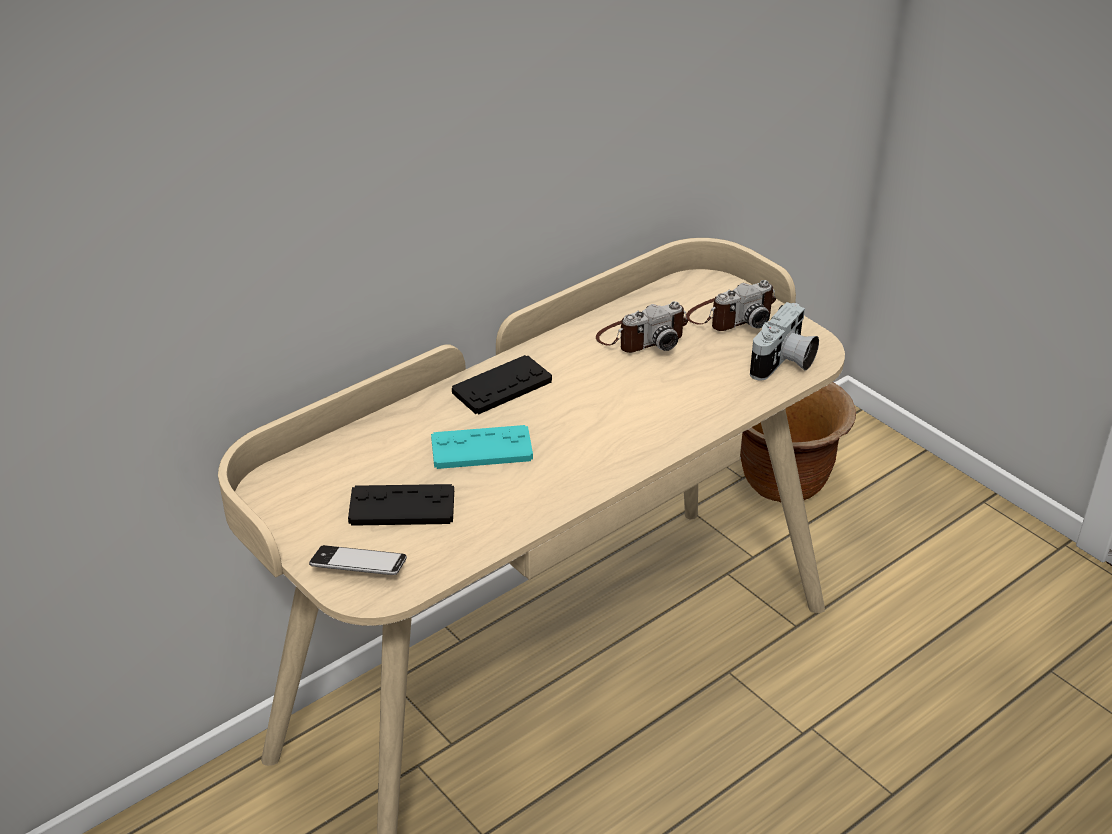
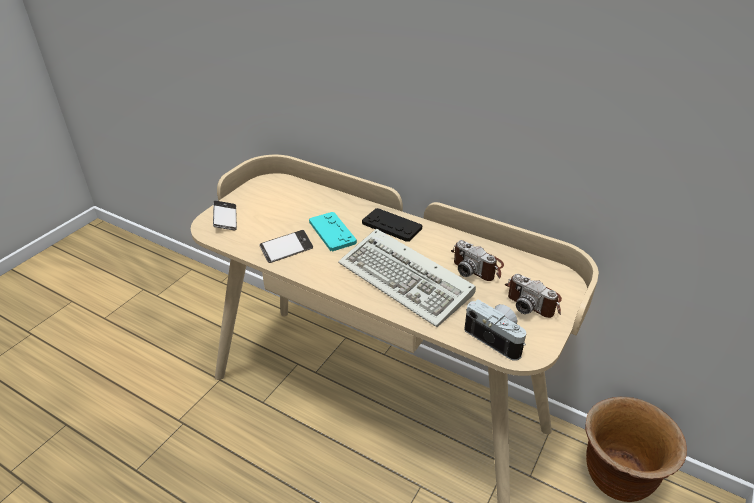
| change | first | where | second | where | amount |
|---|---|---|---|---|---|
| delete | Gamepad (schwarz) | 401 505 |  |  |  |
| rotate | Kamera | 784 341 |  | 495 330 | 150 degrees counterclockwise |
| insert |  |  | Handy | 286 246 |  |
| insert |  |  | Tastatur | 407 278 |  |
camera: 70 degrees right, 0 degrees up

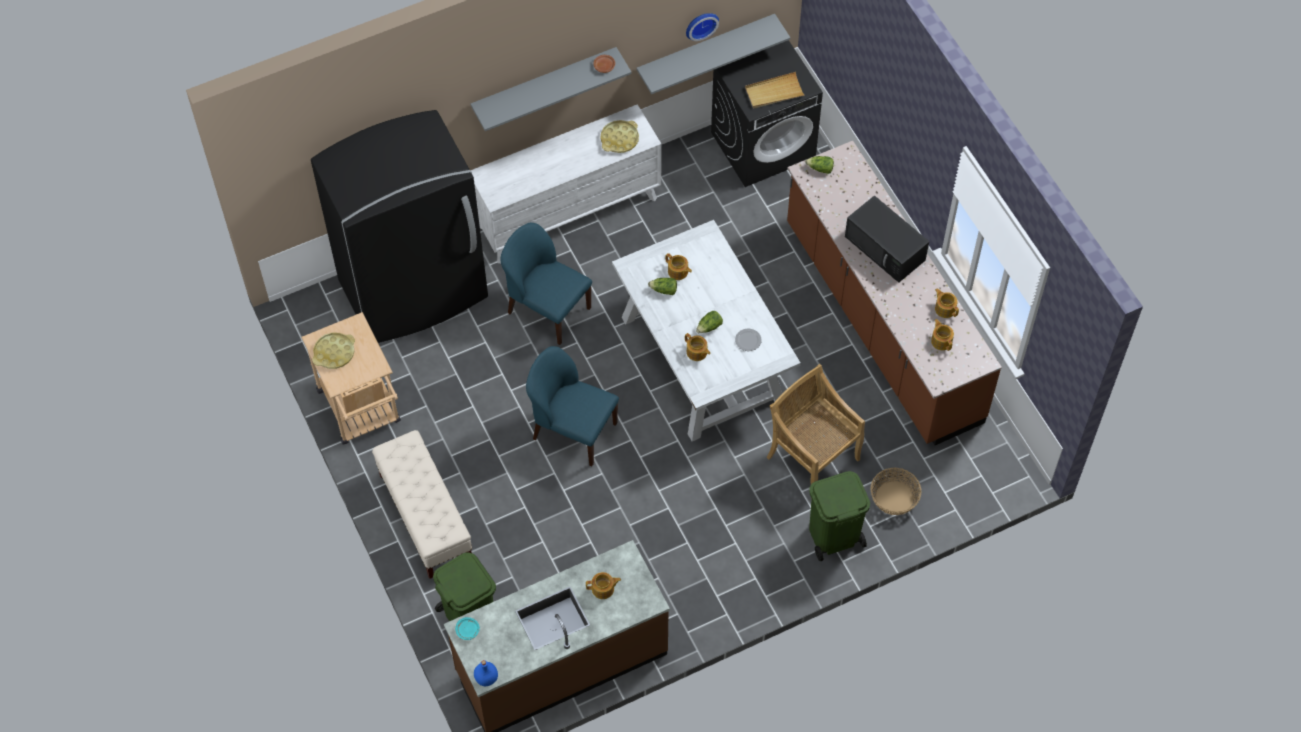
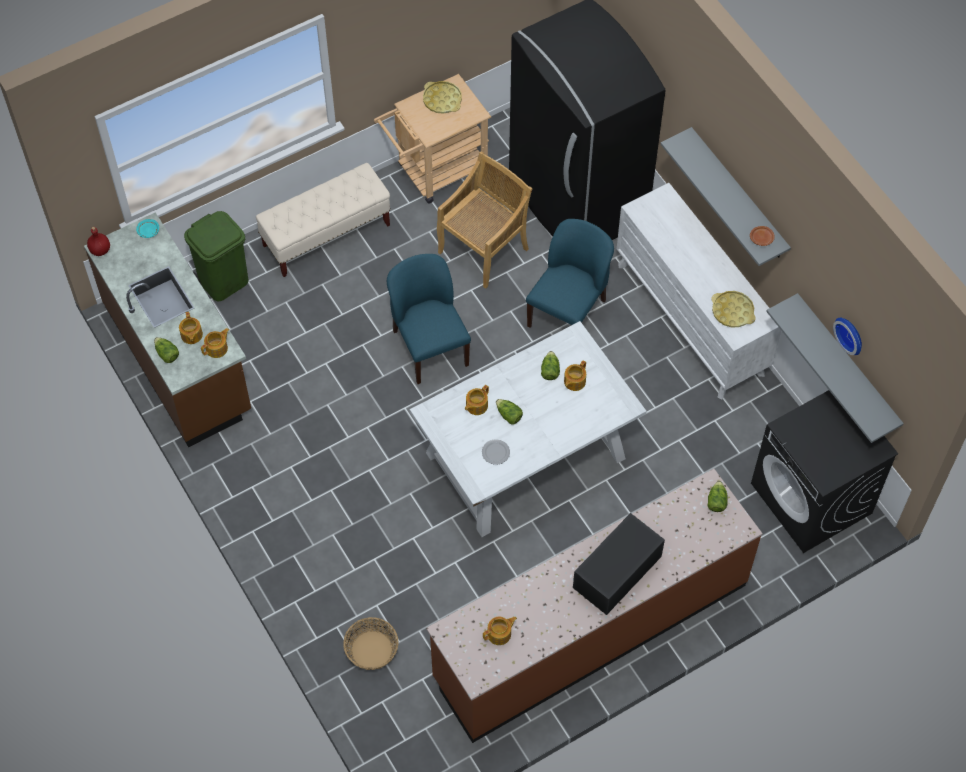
| change | first | where | second | where | amount |
|---|---|---|---|---|---|
| recolor | Flasche (blau) | 486 673 | Flasche (rot) | 98 241 |  |
| rotate | Stuhl (blau) | 572 406 |  | 429 319 | 45 degrees counterclockwise |
| delete | Tablett (beige) | 775 90 |  |  |  |
| move | Stuhl (beige) | 815 424 |  | 485 220 |  |
| delete | Mülleimer (grün) | 839 516 |  |  |  |
| move | Teekanne | 947 303 |  | 215 343 |  |
| insert |  |  | Salatkopf | 166 350 |  |
camera: 85 degrees right, 0 degrees up

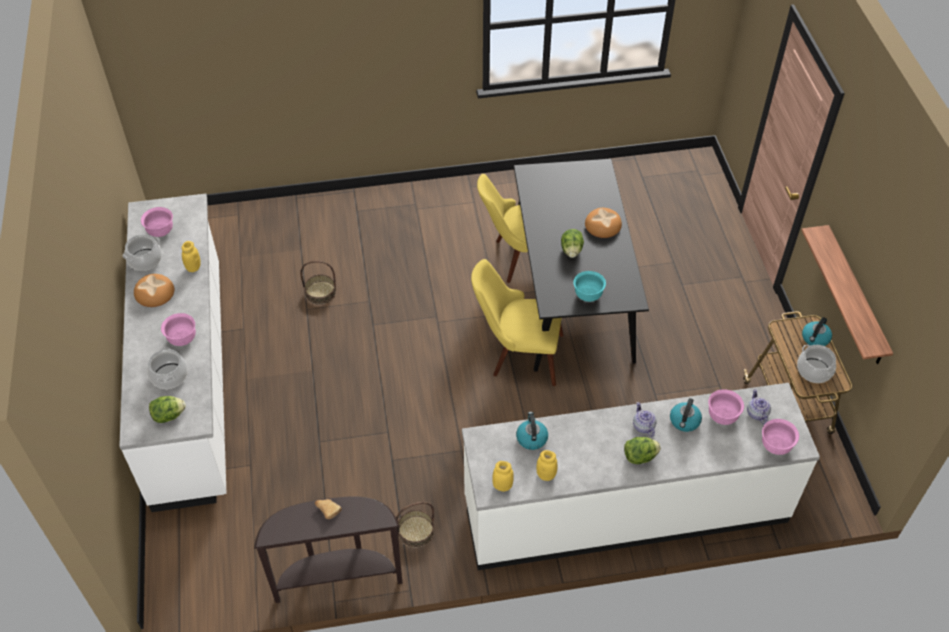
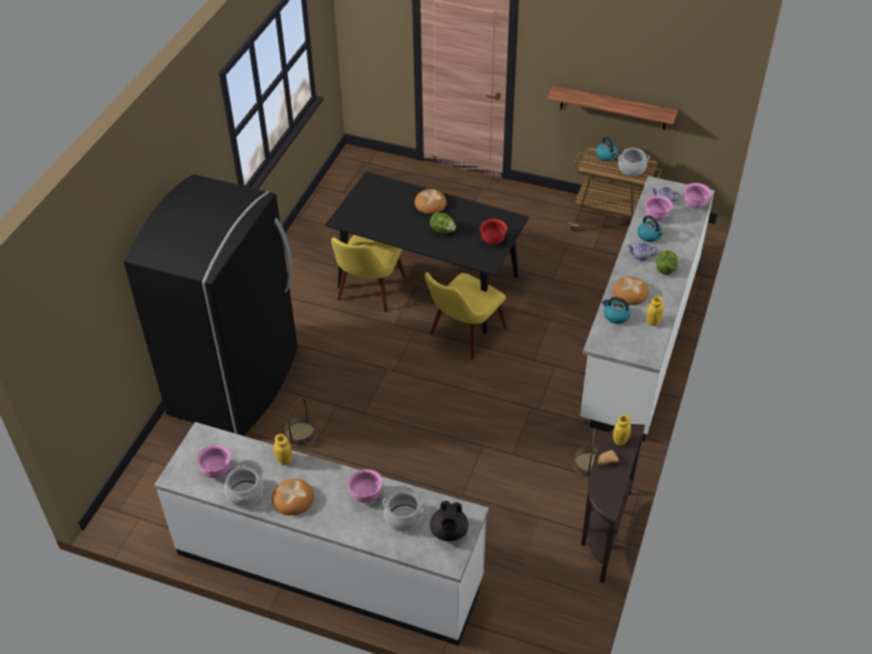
| change | first | where | second | where | amount |
|---|---|---|---|---|---|
| replace | Salatkopf | 167 409 | Teekanne (schwarz) | 449 521 |  |
| move | Vorratsglas (gelb) | 503 476 |  | 622 430 |  |
| recolor | Schüssel (türkis) | 589 286 | Schüssel (rot) | 493 232 |  |
| insert |  |  | Kühlschrank (schwarz) | 211 305 |  |
| insert |  |  | Brot | 630 290 |  |
camera: 60 degrees left, 5 degrees down

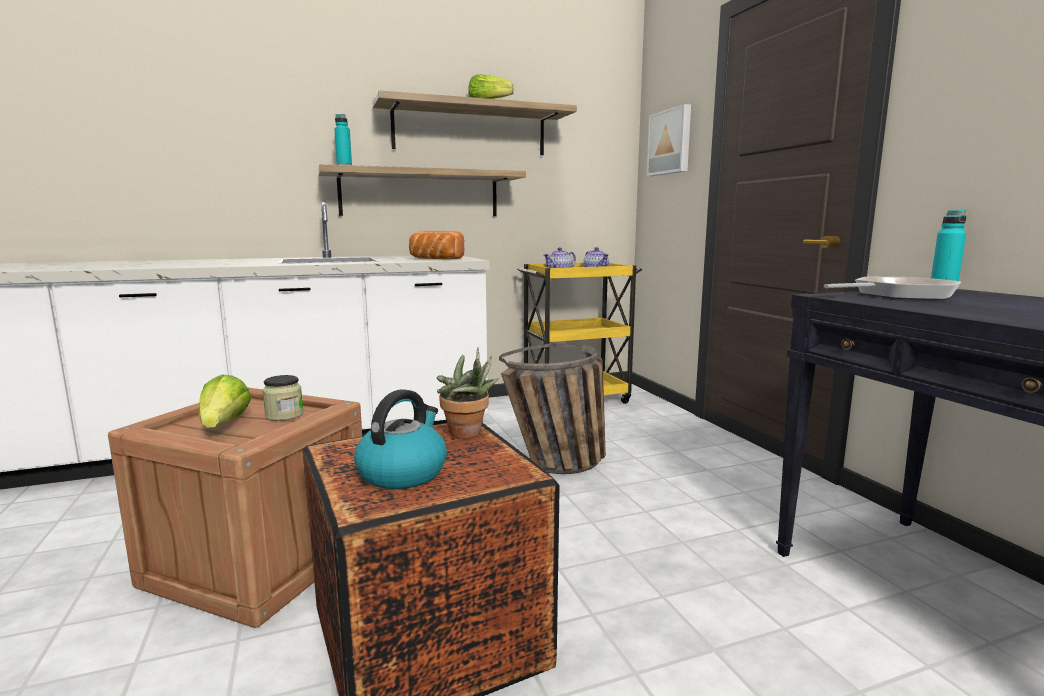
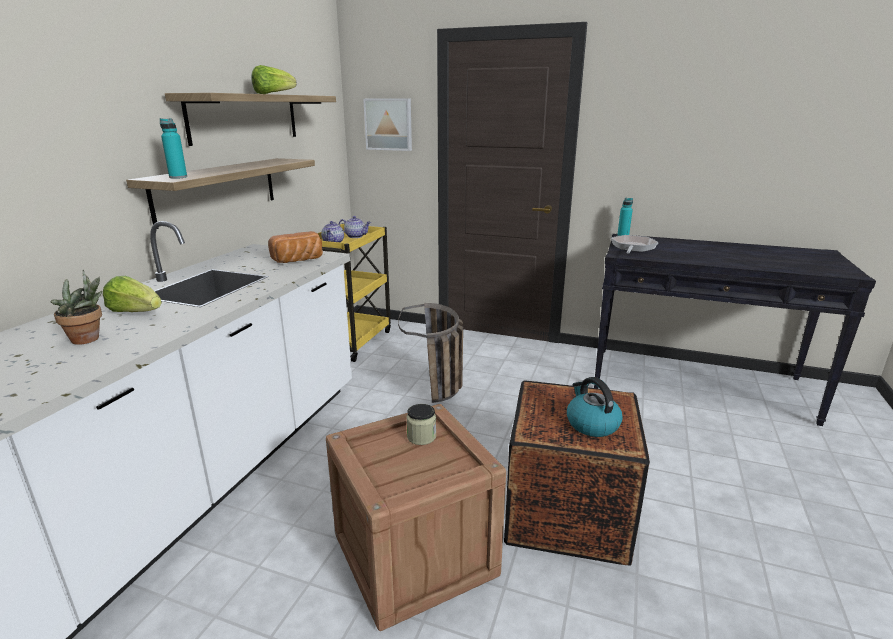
| change | first | where | second | where | amount |
|---|---|---|---|---|---|
| move | Salatkopf | 225 401 |  | 132 294 |  |
| move | Topfpflanze | 468 392 |  | 76 307 |  |
camera: 50 degrees left, 10 degrees up

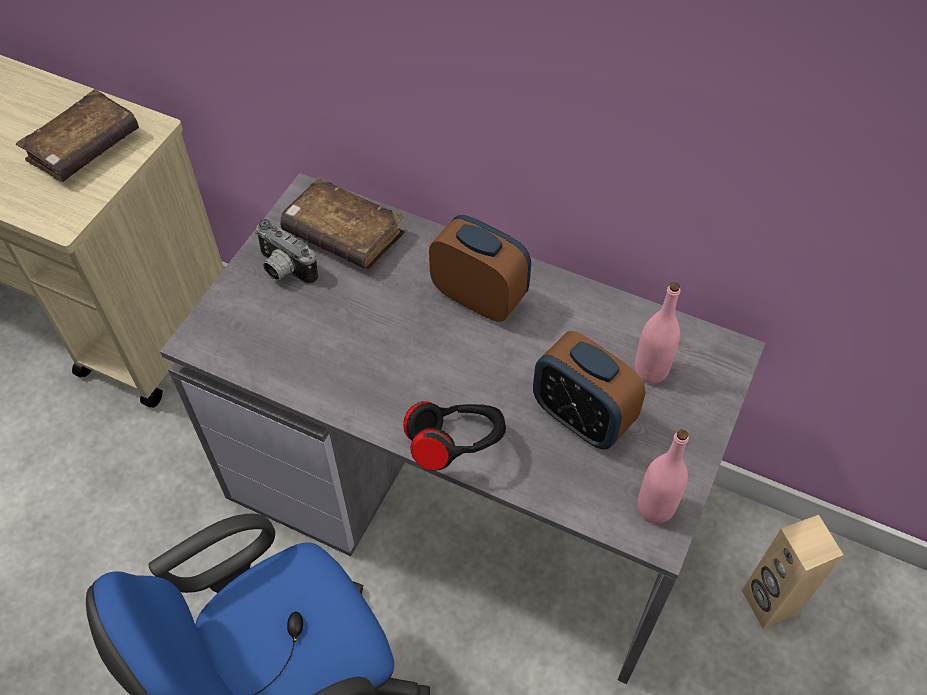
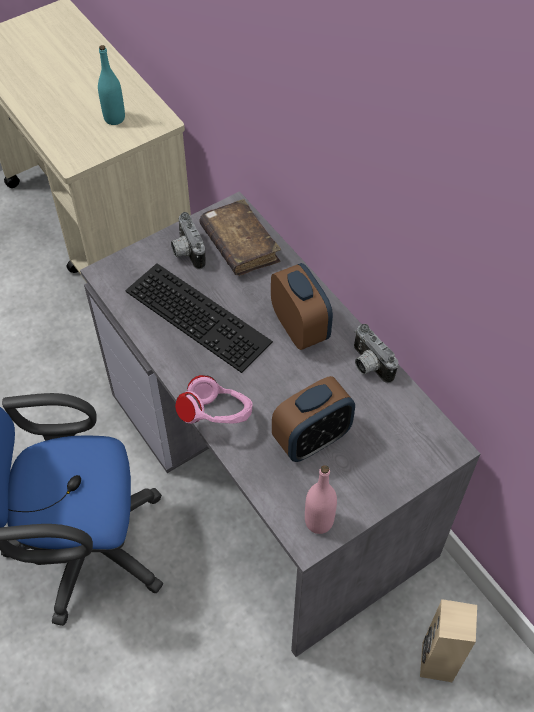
| change | first | where | second | where | amount |
|---|---|---|---|---|---|
| replace | Buch (braun) | 77 135 | Flasche (türkis) | 111 85 |  |
| recolor | Kopfhörer (schwarz) | 454 436 | Kopfhörer (rosa) | 214 399 |  |
| rotate | Wecker | 589 390 |  | 313 419 | 105 degrees counterclockwise |
| delete | Flasche (rosa) | 657 333 |  |  |  |
| insert |  |  | Tastatur | 199 318 |  |
| insert |  |  | Kamera | 376 353 |  |
camera: 30 degrees right, 0 degrees up

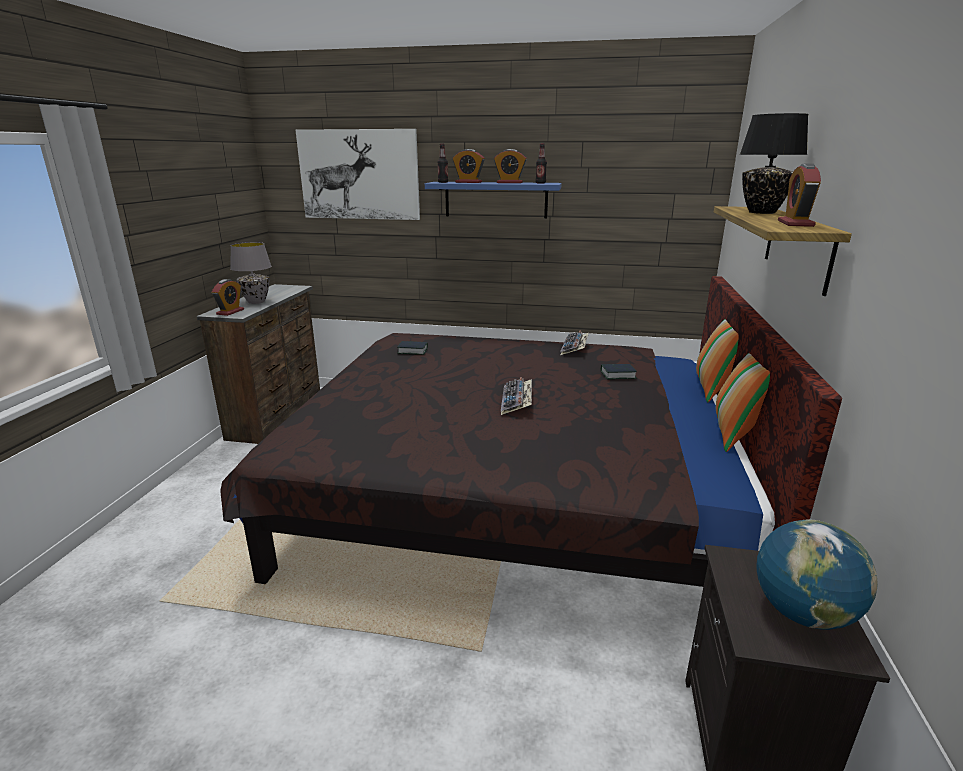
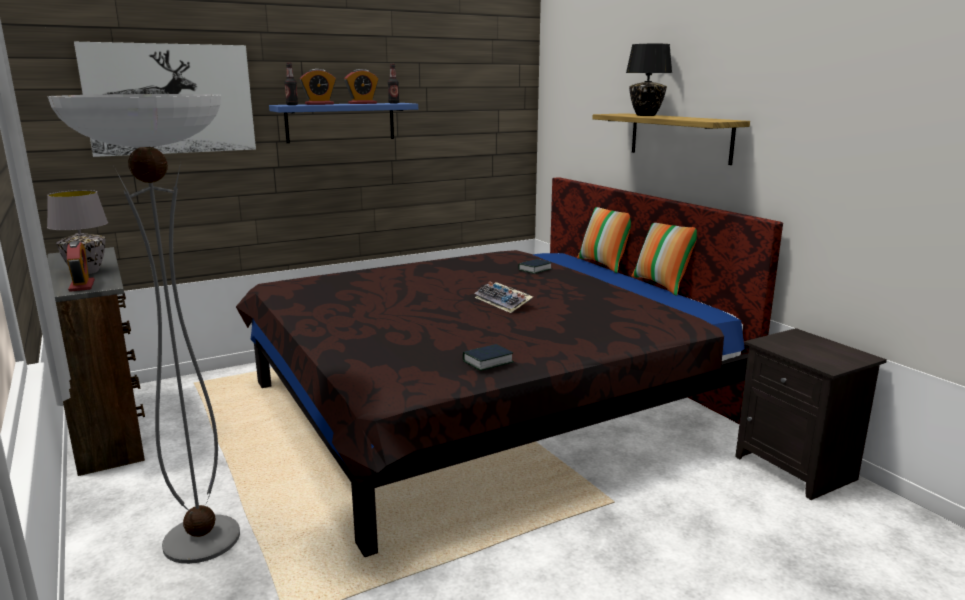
| change | first | where | second | where | amount |
|---|---|---|---|---|---|
| move | Buch | 412 348 |  | 488 357 |  |
| delete | Tastatur | 574 342 |  |  |  |
| delete | Globus | 817 574 |  |  |  |
| delete | Wecker | 799 195 |  |  |  |
| insert |  |  | Stehlampe | 144 329 |  |
camera: 40 degrees left, 5 degrees down

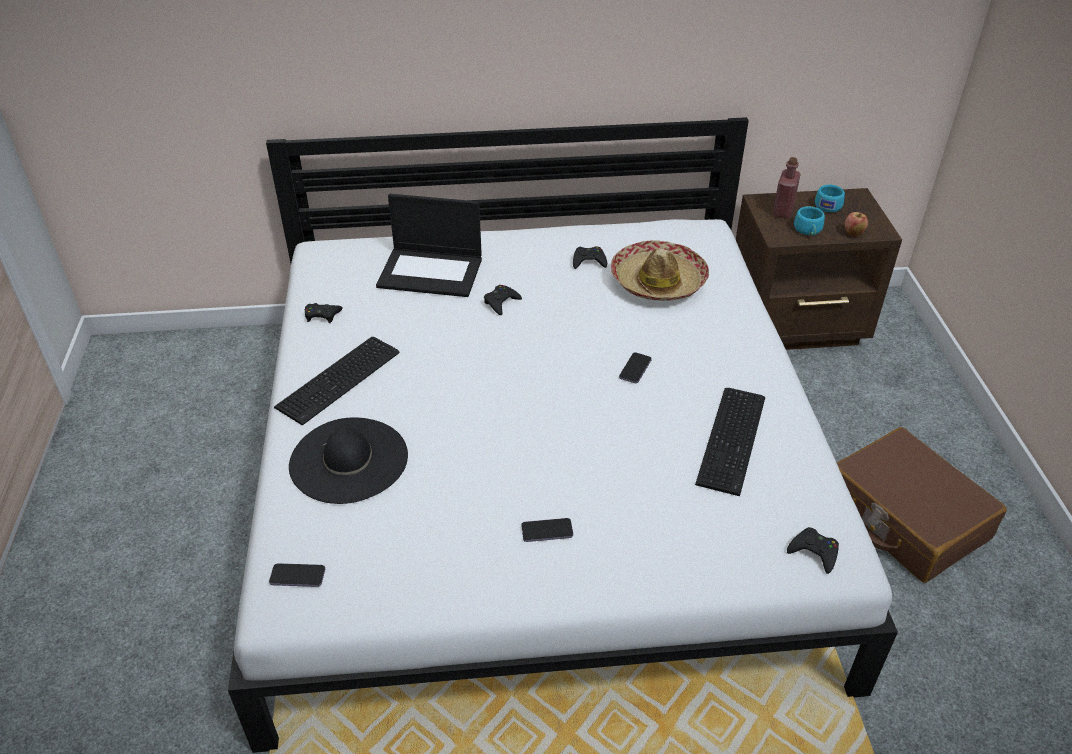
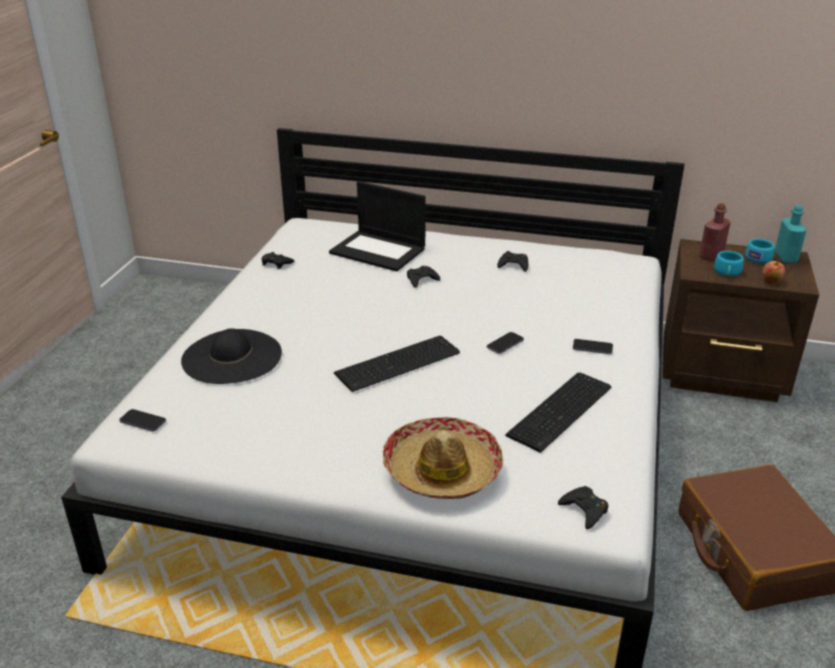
| change | first | where | second | where | amount |
|---|---|---|---|---|---|
| move | Tastatur | 337 381 |  | 397 364 |  |
| move | Handy | 547 530 |  | 593 346 |  |
| move | Hut | 660 270 |  | 442 458 |  |
| insert |  |  | Flasche (türkis) | 791 234 |  |
camera: 20 degrees right, 10 degrees down

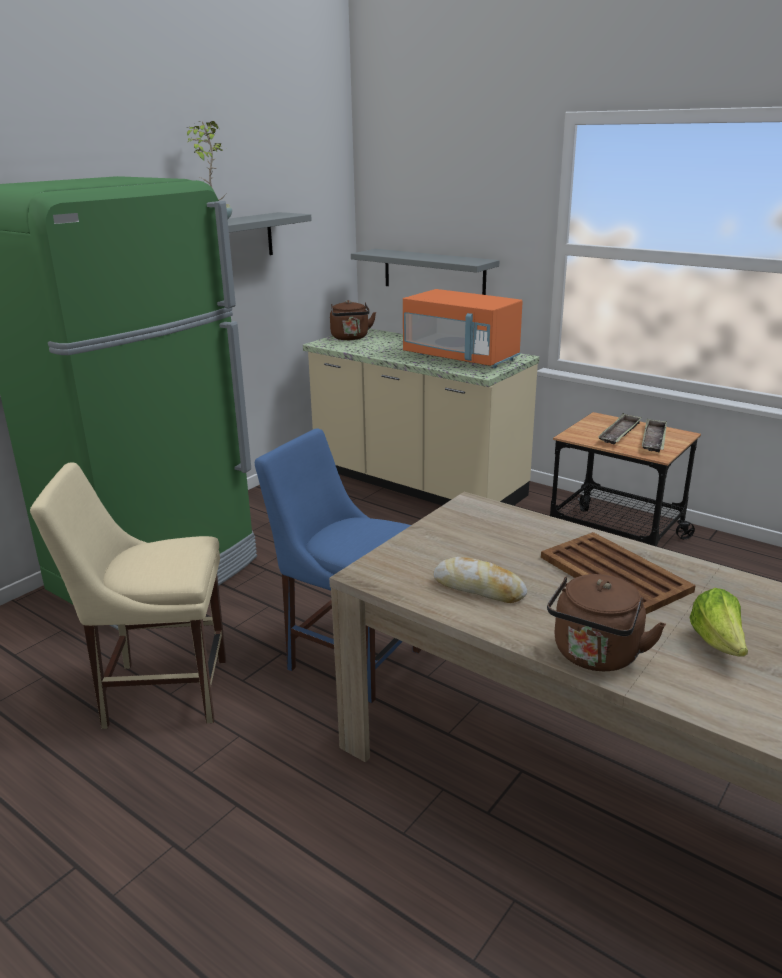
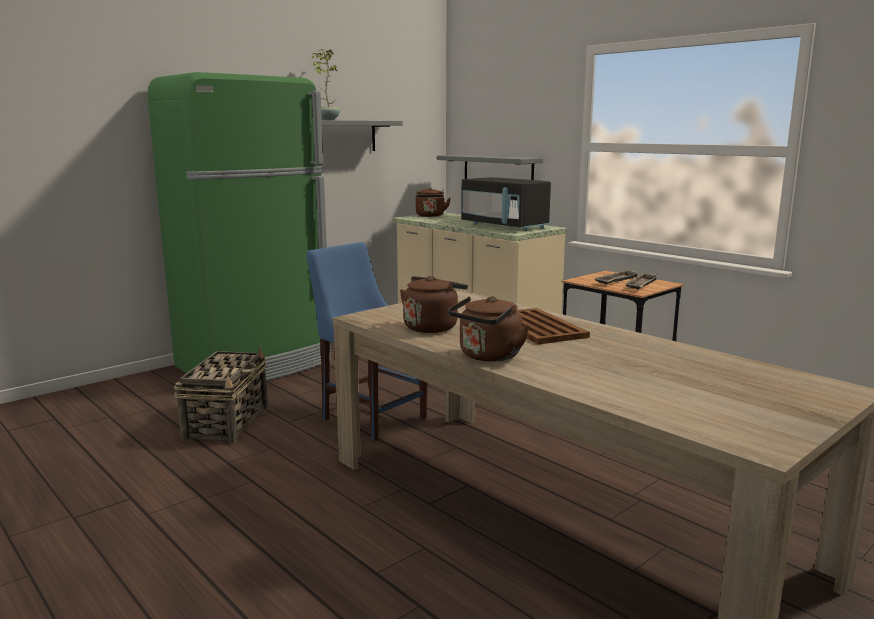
| change | first | where | second | where | amount |
|---|---|---|---|---|---|
| replace | Stuhl (beige) | 128 595 | Korb | 221 395 |  |
| recolor | Mikrowelle (orange) | 463 328 | Mikrowelle (schwarz) | 506 204 |  |
| replace | Brot | 480 580 | Wasserkessel (braun) | 434 304 |  |
| delete | Salatkopf | 719 622 |  |  |  |
camera: 10 degrees right, 10 degrees down

